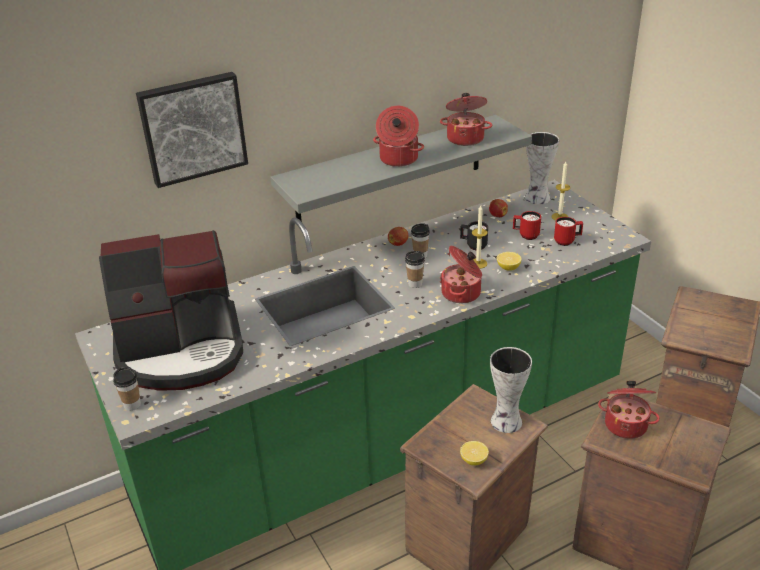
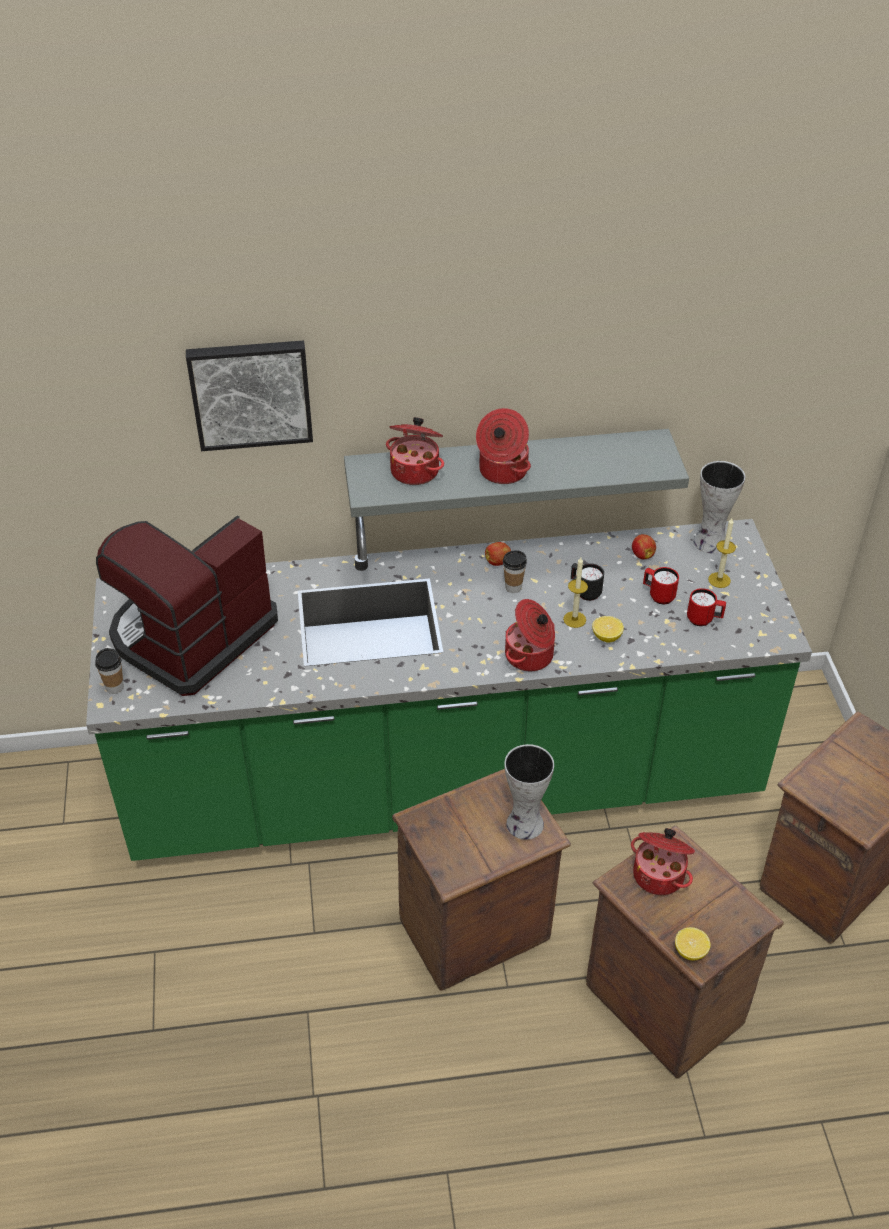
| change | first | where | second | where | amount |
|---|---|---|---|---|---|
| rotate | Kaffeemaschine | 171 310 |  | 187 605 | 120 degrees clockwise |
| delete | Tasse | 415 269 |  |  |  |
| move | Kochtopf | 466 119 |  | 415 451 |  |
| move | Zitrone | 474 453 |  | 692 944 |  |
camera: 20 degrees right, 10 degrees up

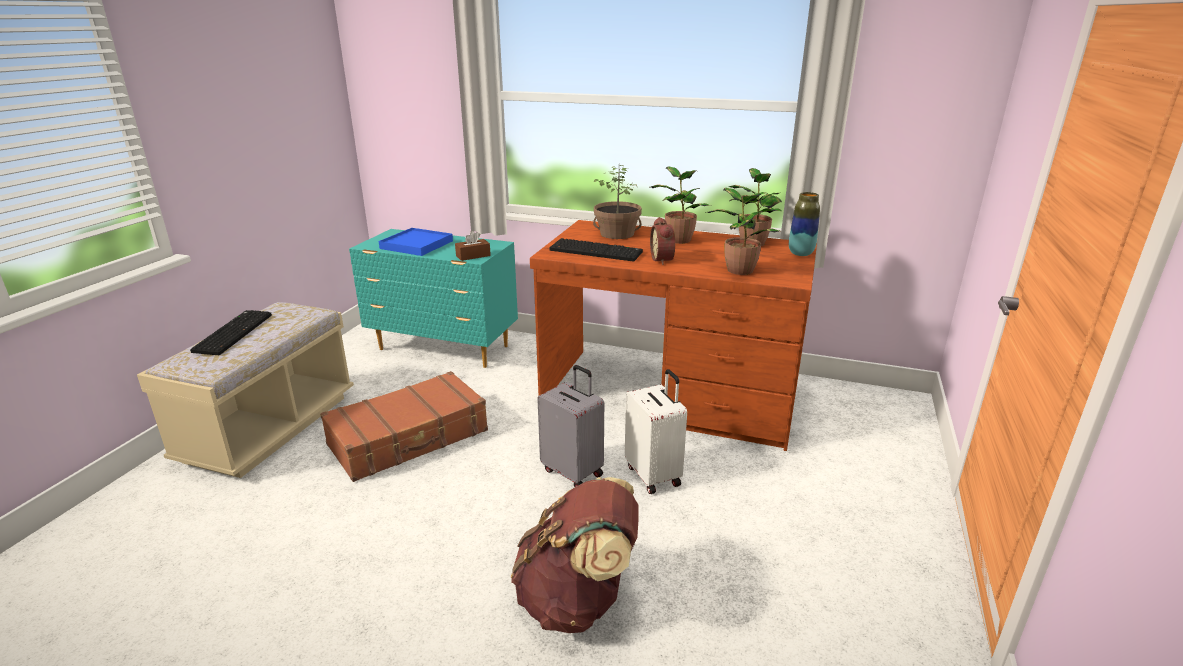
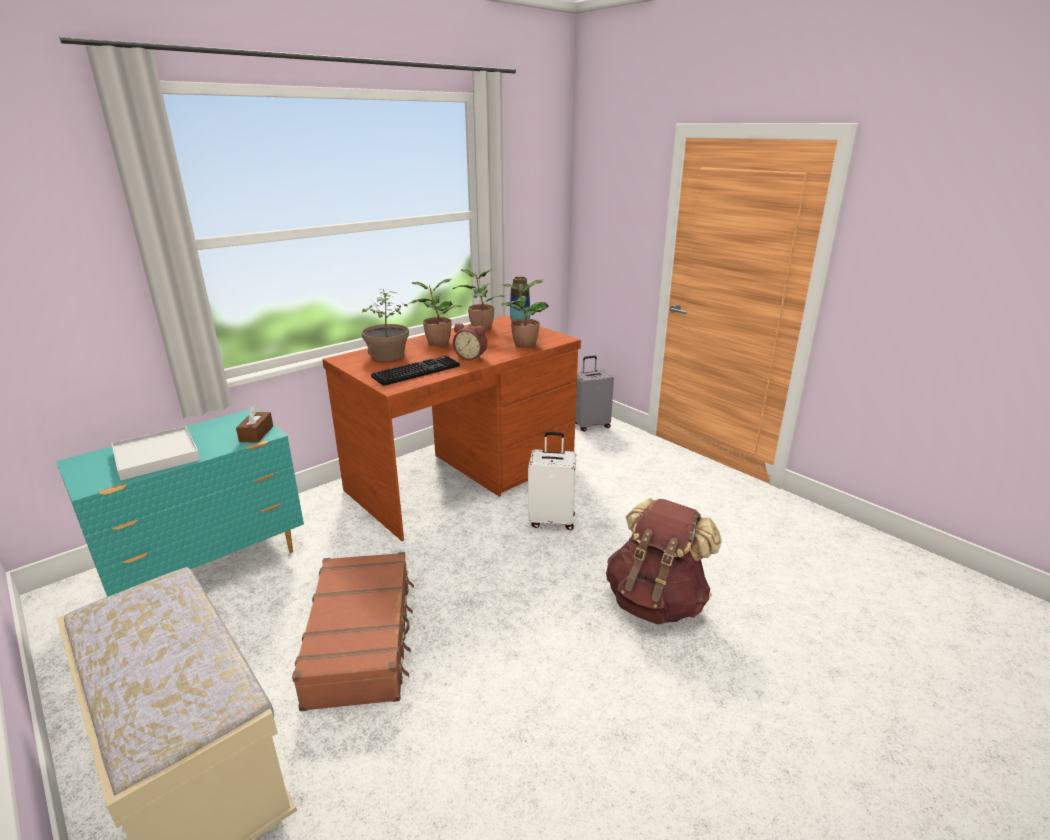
| change | first | where | second | where | amount |
|---|---|---|---|---|---|
| delete | Tastatur | 231 332 |  |  |  |
| recolor | Tablett (blau) | 416 242 | Tablett (weiß) | 155 453 |  |
| move | Koffer (grau) | 570 426 |  | 594 394 |  |
camera: 60 degrees left, 0 degrees up

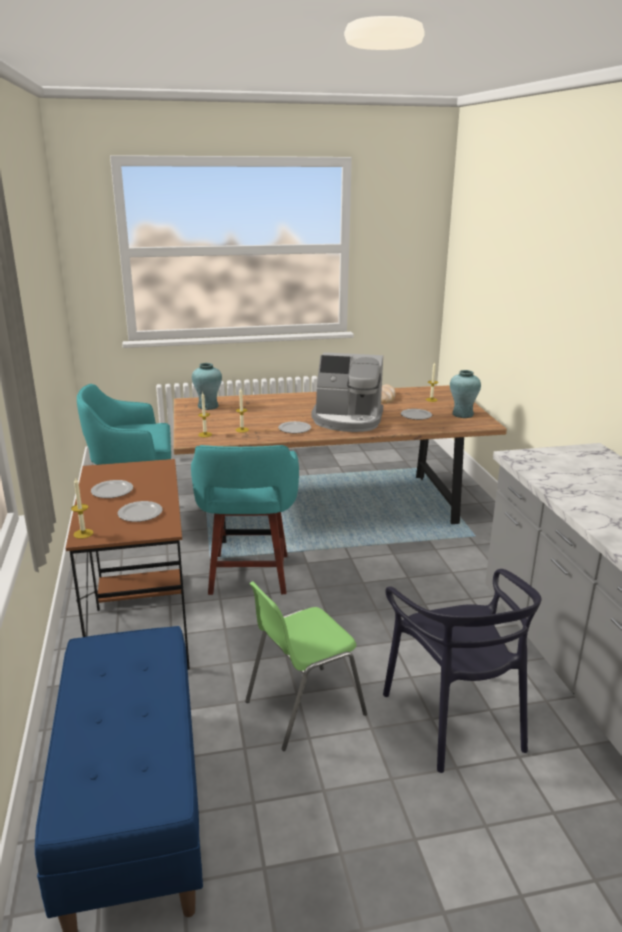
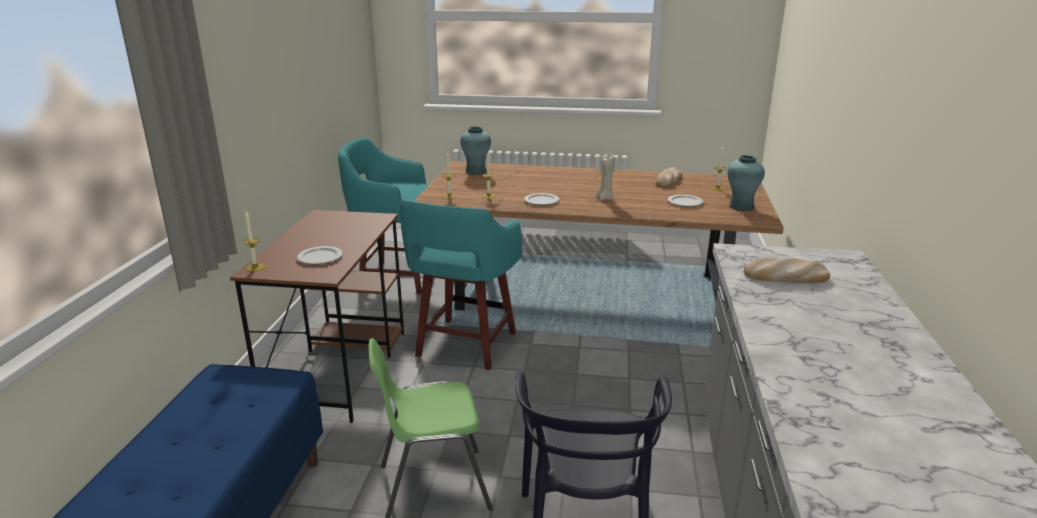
| change | first | where | second | where | amount |
|---|---|---|---|---|---|
| delete | Teller | 112 489 |  |  |  |
| replace | Kaffeemaschine | 347 392 | Kerze (beige) | 605 176 |  |
| insert |  |  | Brot | 787 270 |  |
camera: 20 degrees right, 0 degrees up

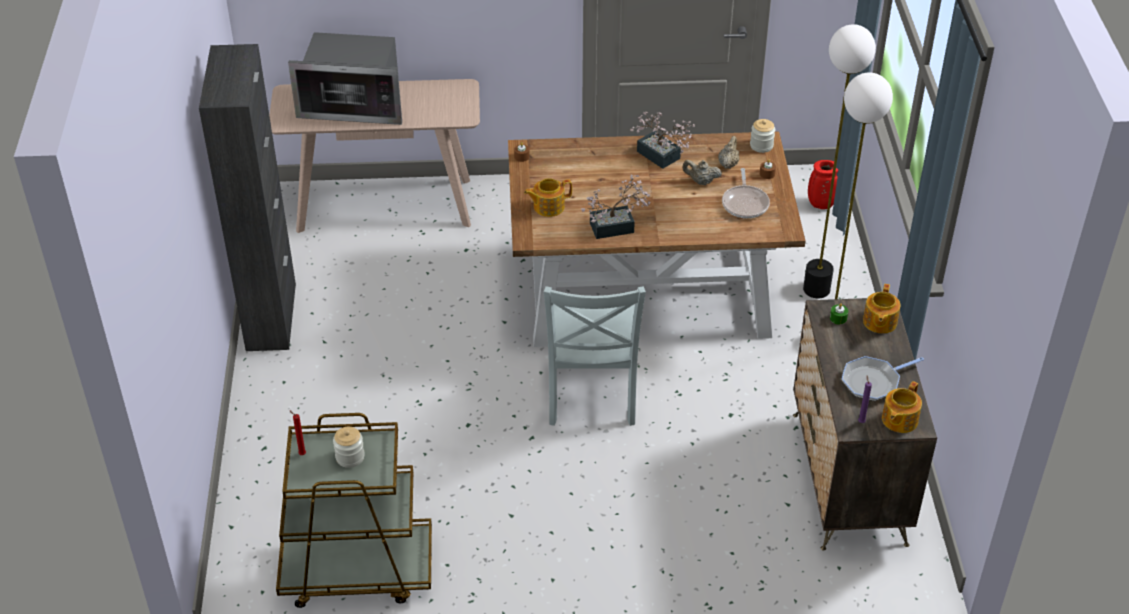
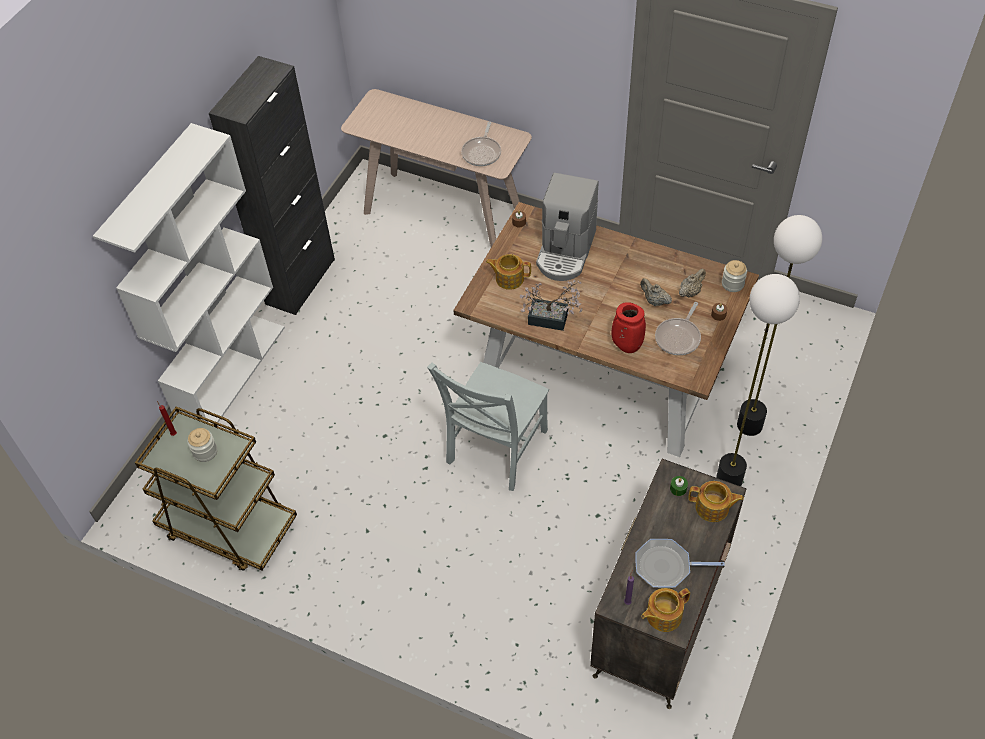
| change | first | where | second | where | amount |
|---|---|---|---|---|---|
| delete | Mikrowelle | 345 78 |  |  |  |
| delete | Topfpflanze | 662 140 |  |  |  |
| move | Vase (rot) | 823 184 |  | 629 327 |  |
| rotate | Teekanne | 881 309 |  | 716 501 | 120 degrees counterclockwise |
| insert |  |  | Bücherregal (weiß) | 189 274 |  |
| insert |  |  | Pfanne | 481 144 |  |
| insert |  |  | Kaffeemaschine | 567 227 |  |
camera: 30 degrees right, 10 degrees up

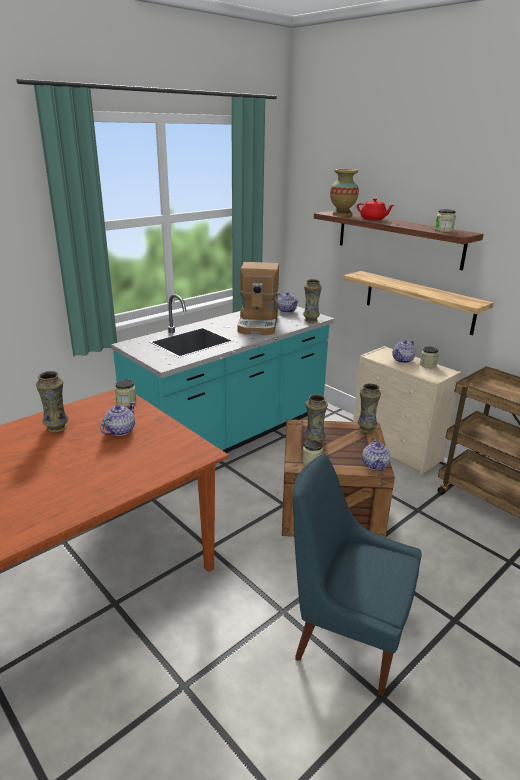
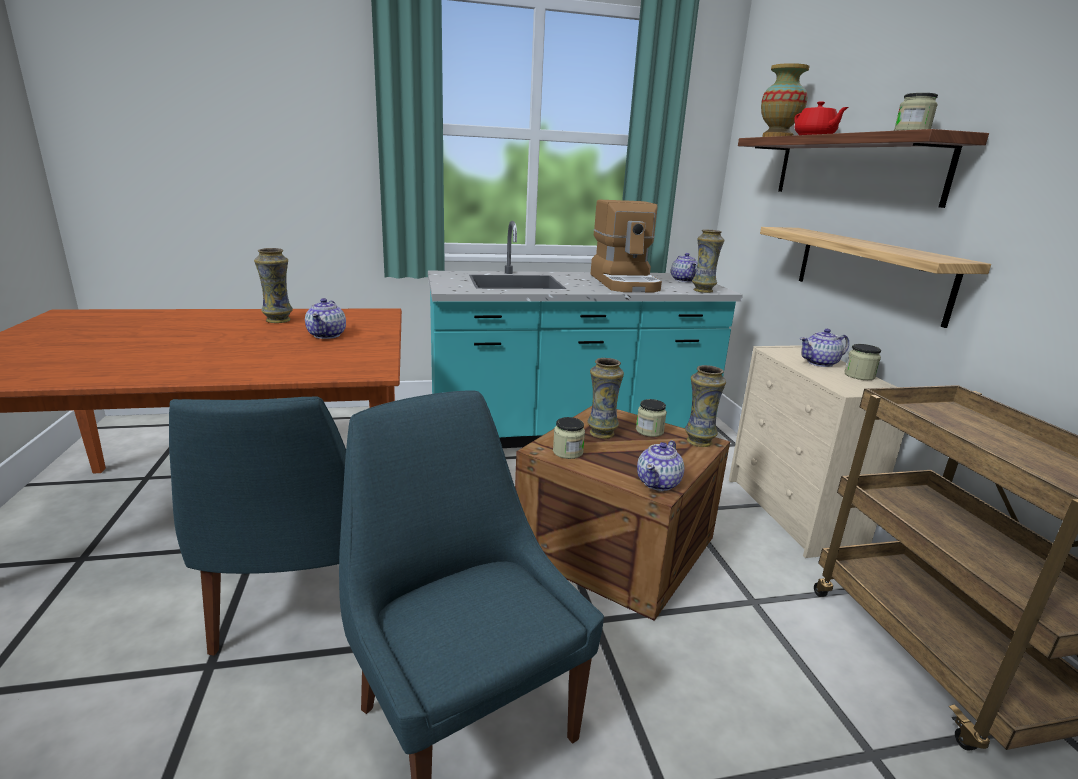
| change | first | where | second | where | amount |
|---|---|---|---|---|---|
| rotate | Teekanne | 118 418 |  | 325 318 | 120 degrees clockwise |
| move | Vorratsglas | 126 393 |  | 651 418 |  |
| rotate | Kaffeemaschine | 258 298 |  | 626 246 | 45 degrees counterclockwise |
| insert |  |  | Stuhl (blau) | 257 526 |  |
camera: 30 degrees right, 5 degrees down

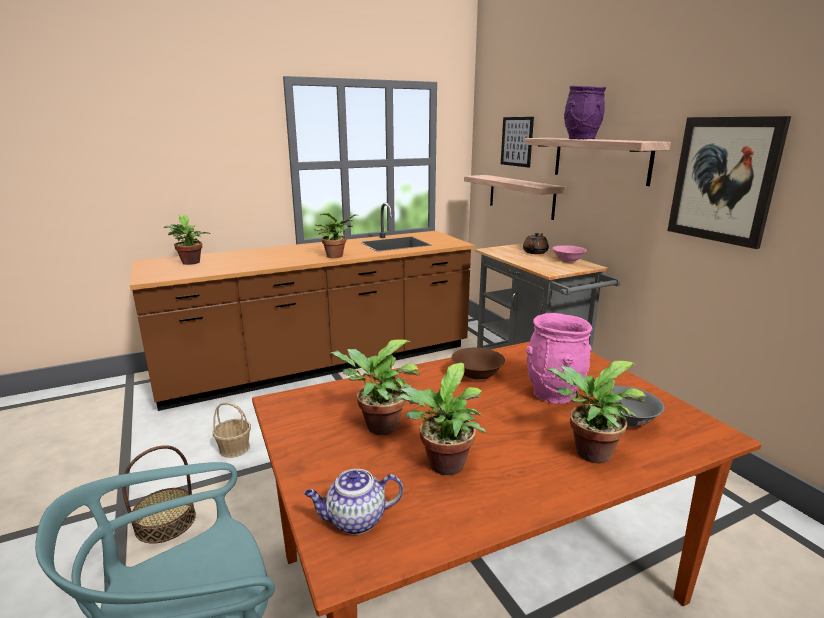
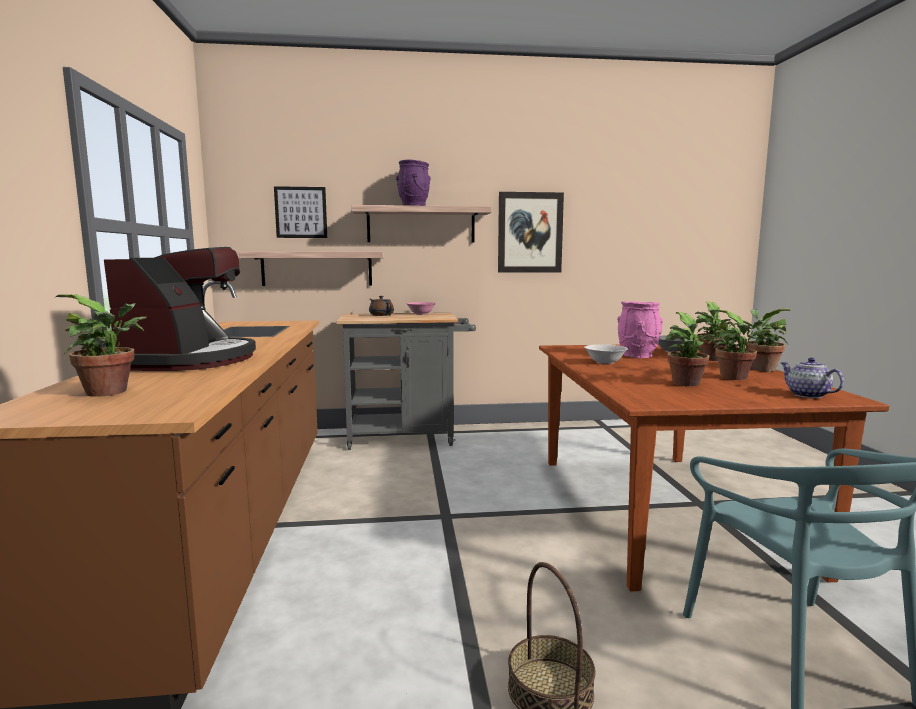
| change | first | where | second | where | amount |
|---|---|---|---|---|---|
| delete | Korb | 232 430 |  |  |  |
| rotate | Teekanne | 353 502 |  | 812 378 | 150 degrees clockwise |
| move | Topfpflanze | 336 235 |  | 765 340 |  |
| recolor | Schüssel (braun) | 478 364 | Schüssel (weiß) | 606 354 |  |
| insert |  |  | Kaffeemaschine | 180 309 |  |
camera: 70 degrees left, 10 degrees down

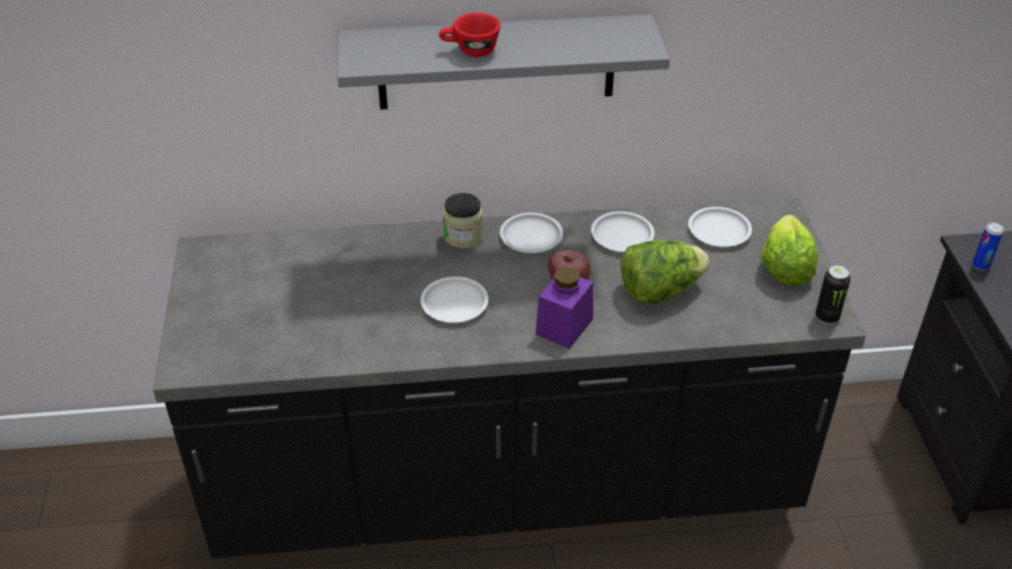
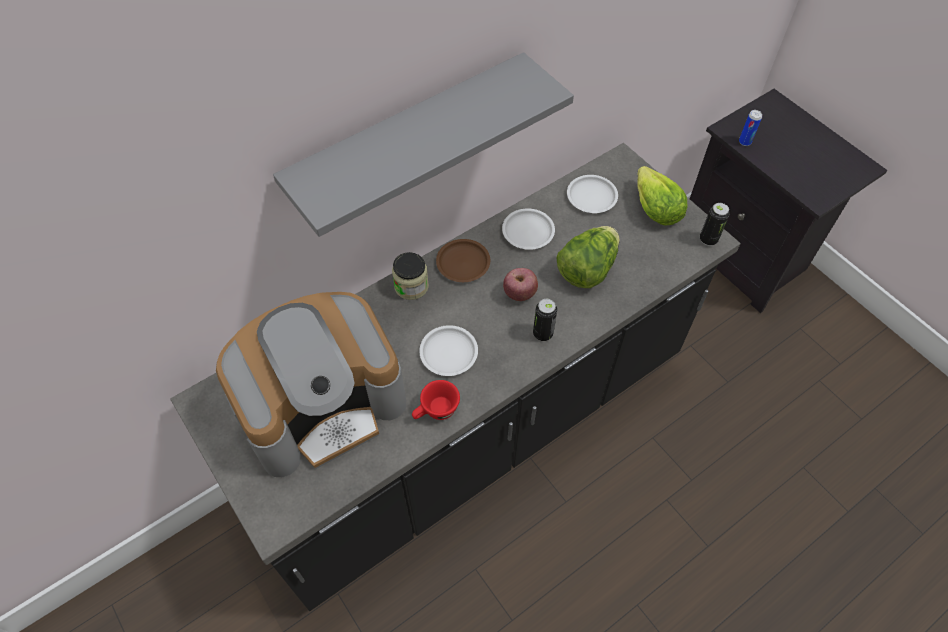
| change | first | where | second | where | amount |
|---|---|---|---|---|---|
| move | Tasse (rot) | 470 35 |  | 436 400 |  |
| recolor | Teller (weiß) | 531 233 | Teller (braun) | 463 260 |  |
| replace | Vorratsglas (lila) | 564 308 | Dose | 545 320 |  |
| insert |  |  | Kaffeemaschine | 311 384 |  |
camera: 30 degrees left, 15 degrees up

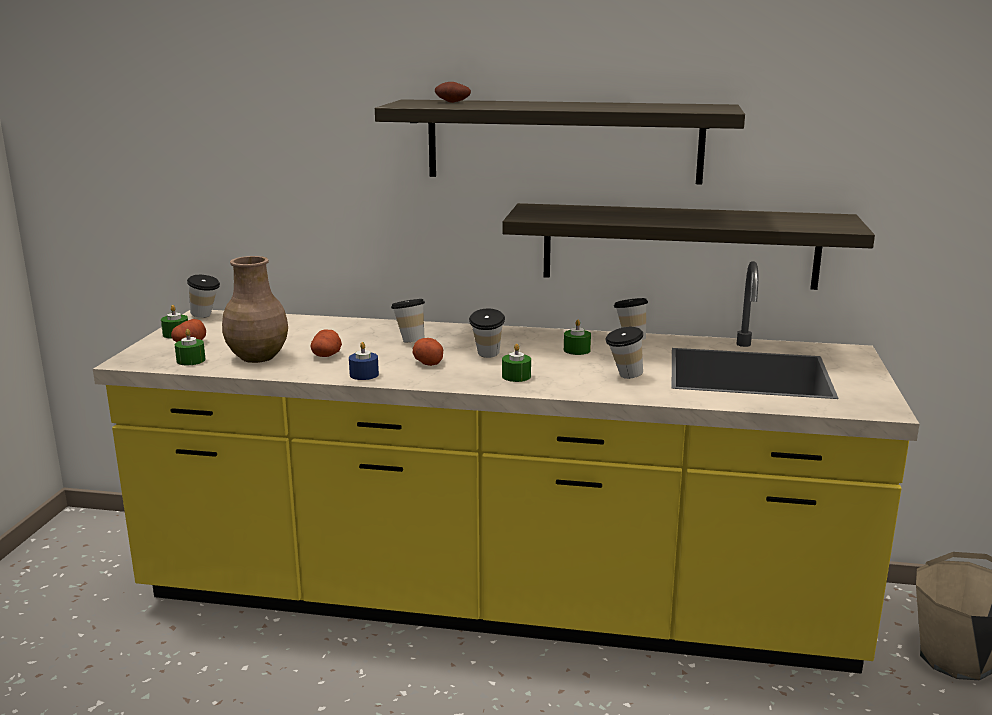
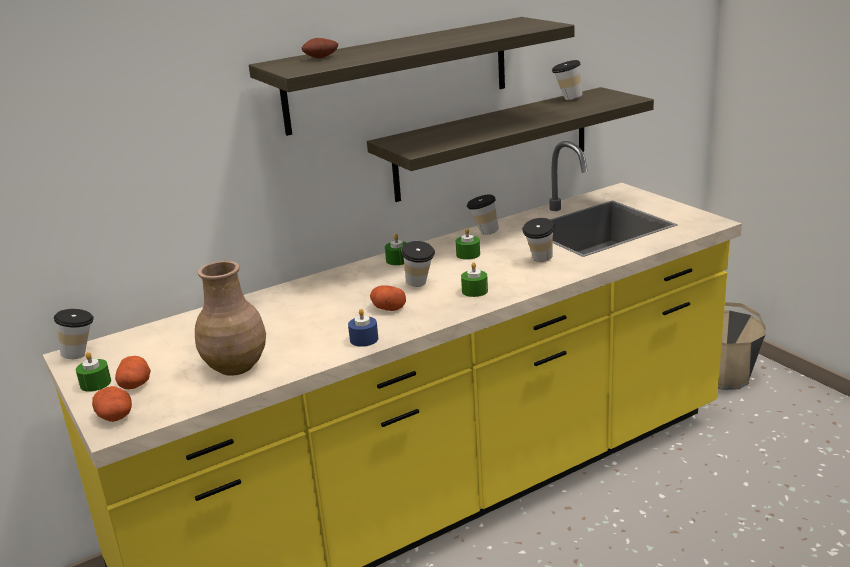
| change | first | where | second | where | amount |
|---|---|---|---|---|---|
| move | Kerze (grün) | 190 347 |  | 396 249 |  |
| move | Kartoffel | 326 343 |  | 112 404 |  |
| move | Tasse | 408 321 |  | 567 80 |  |
camera: 40 degrees left, 5 degrees up

